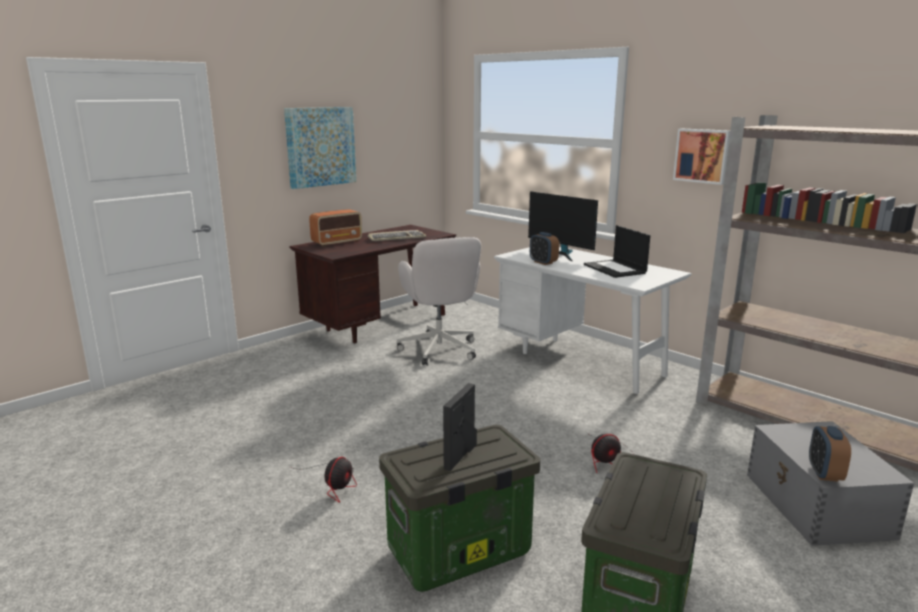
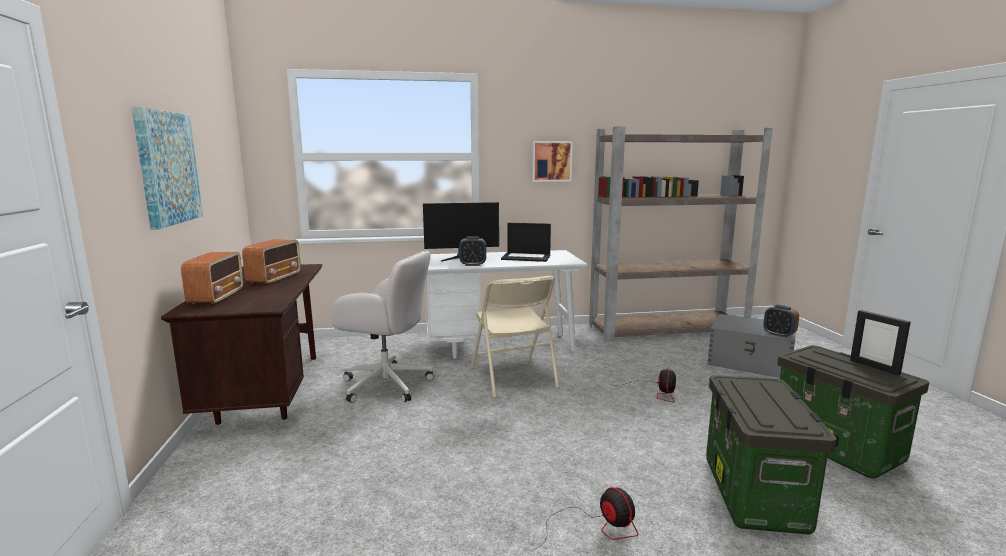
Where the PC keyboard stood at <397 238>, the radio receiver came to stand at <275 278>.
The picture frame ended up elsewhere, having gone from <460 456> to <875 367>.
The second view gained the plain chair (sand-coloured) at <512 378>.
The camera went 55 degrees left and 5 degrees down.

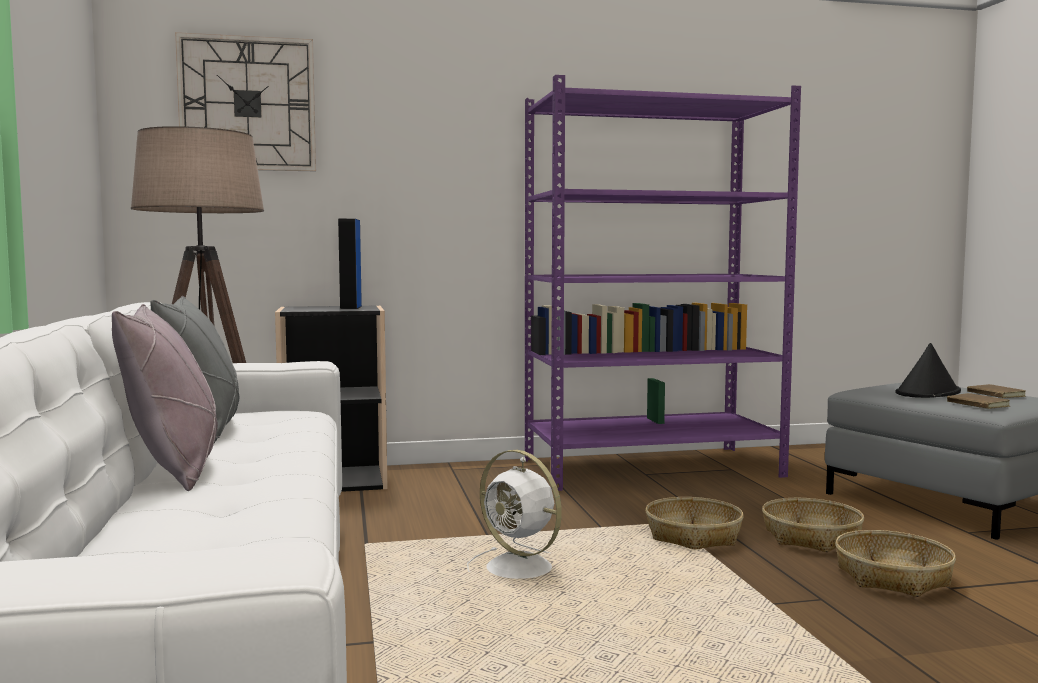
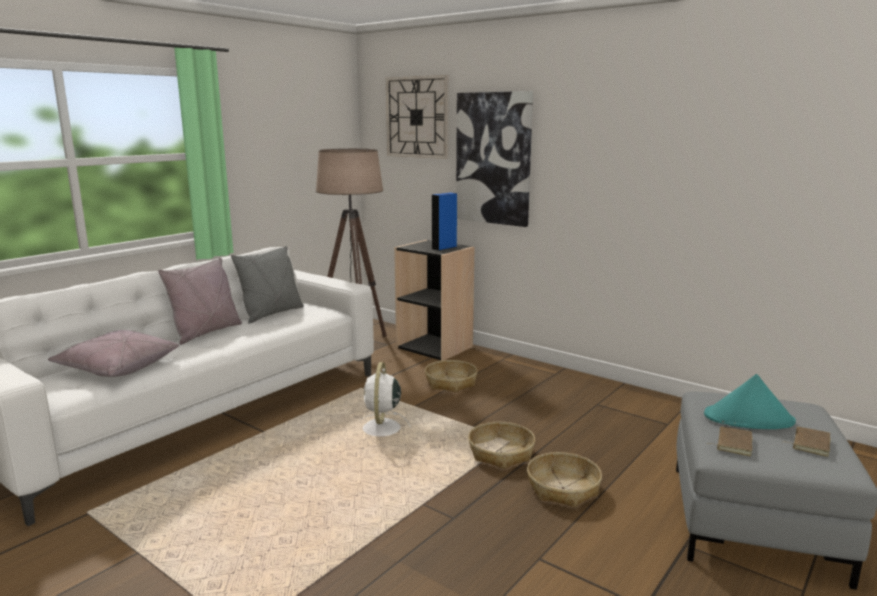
The second view lost the bookcase (purplish) at <651 468>.
The basket ended up elsewhere, having gone from <892 577> to <451 382>.
What was the hat (black) at <928 393> turned into the hat (turquoise-coloured) at <749 419>.
The second view gained the throw pillow (purplish) at <117 368>.
The second view gained the wall picture at <493 158>.
The camera went 50 degrees right and 10 degrees up.

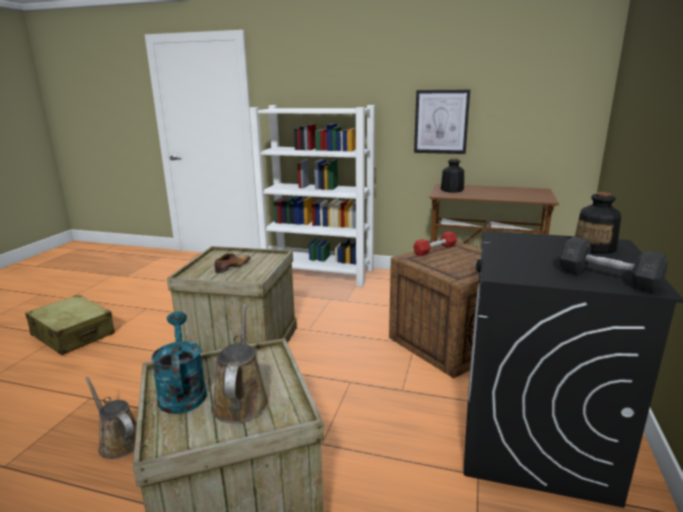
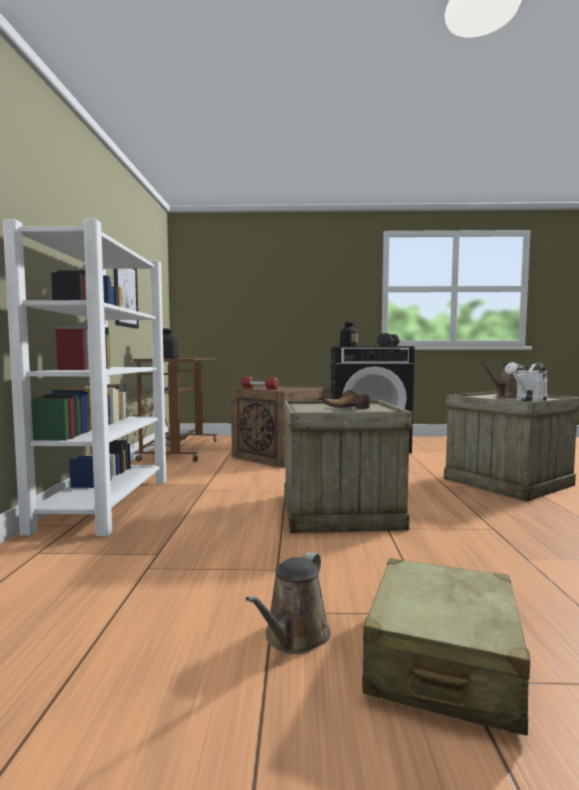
The sprinkling can (brown-coloured) ended up elsewhere, having gone from <118 442> to <294 637>.
What was the sprinkling can (turquoise-coloured) at <182 391> turned into the sprinkling can (white-coloured) at <528 400>.
The camera went 105 degrees left and 15 degrees down.

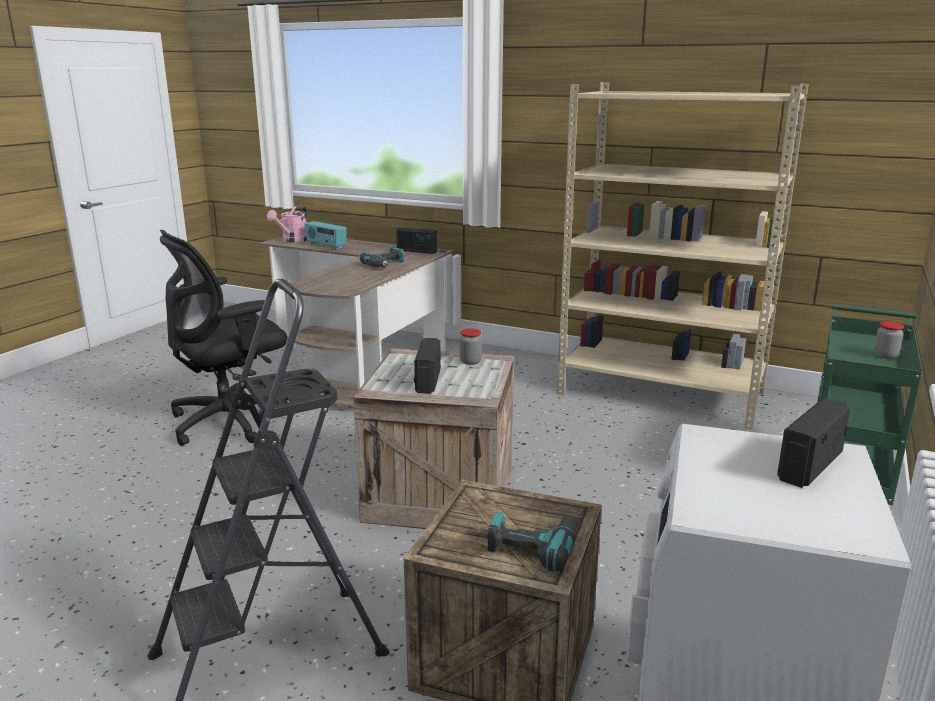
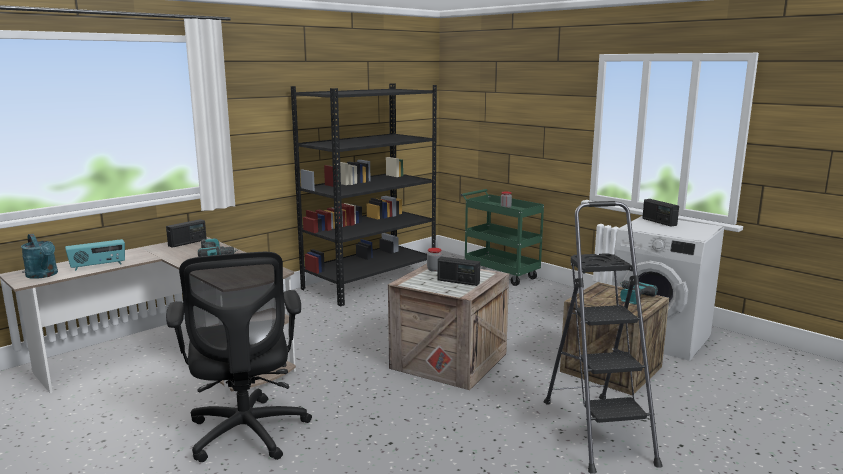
What was the sprinkling can (pink-coloured) at <292 240> turned into the sprinkling can (turquoise-coloured) at <44 275>.
What was the bookcase (sand-coloured) at <661 392> turned into the bookcase (black) at <370 282>.
The camera went 70 degrees left and 5 degrees down.

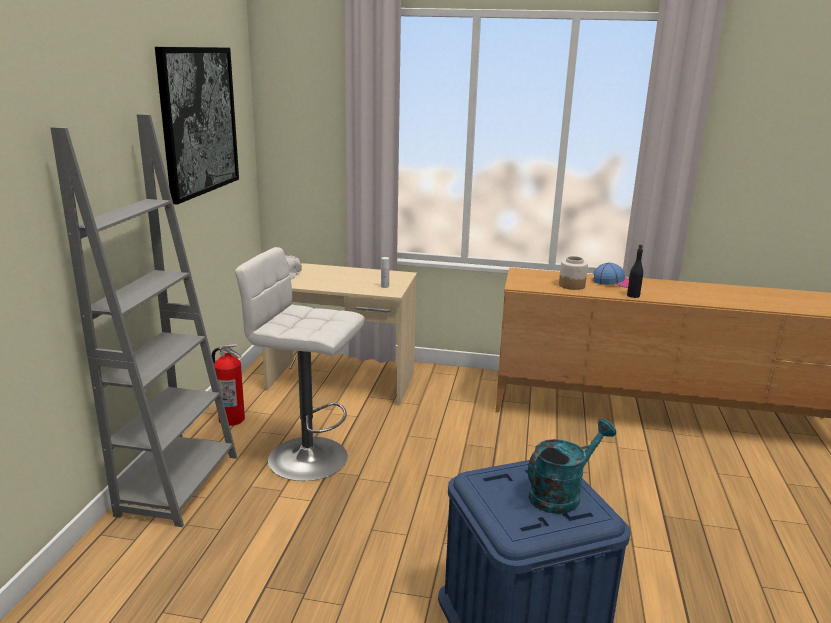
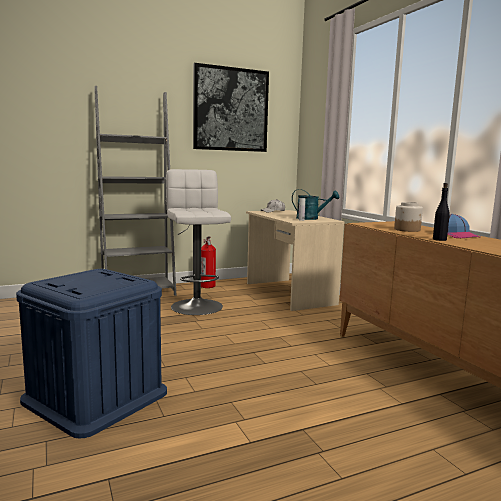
The sprinkling can (turquoise-coloured) ended up elsewhere, having gone from <561 494> to <311 218>.
The camera went 55 degrees right and 10 degrees down.

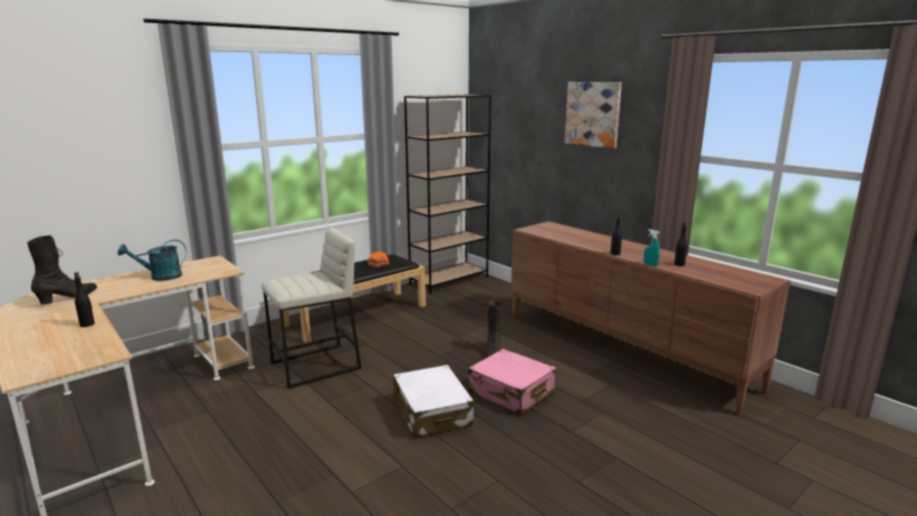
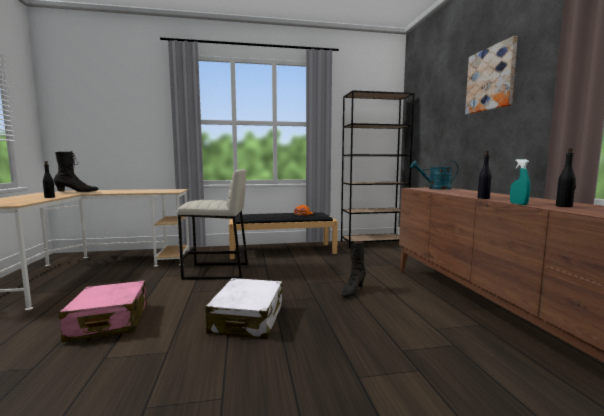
The sprinkling can (turquoise-coloured) ended up elsewhere, having gone from <160 277> to <435 188>.
The piece of luggage (pink-coloured) ended up elsewhere, having gone from <511 393> to <109 322>.
The camera went 30 degrees right and 10 degrees down.

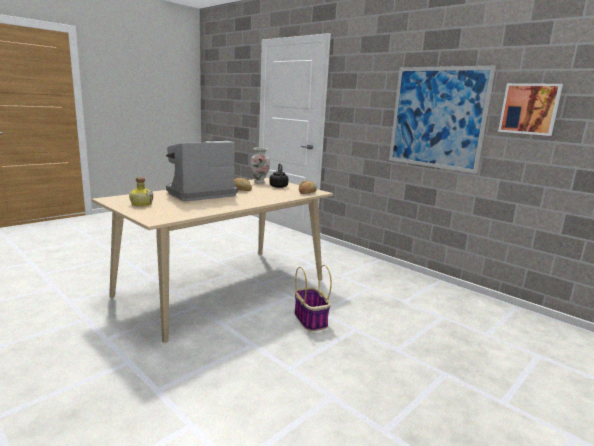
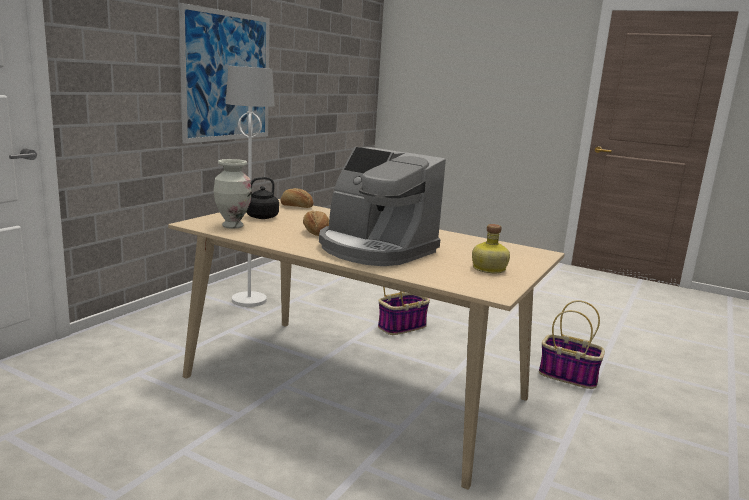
The second view lost the wall picture at <529 109>.
The second view gained the standing lamp (white-coloured) at <249 300>.
The second view gained the basket at <569 376>.
The camera went 105 degrees left and 0 degrees up.

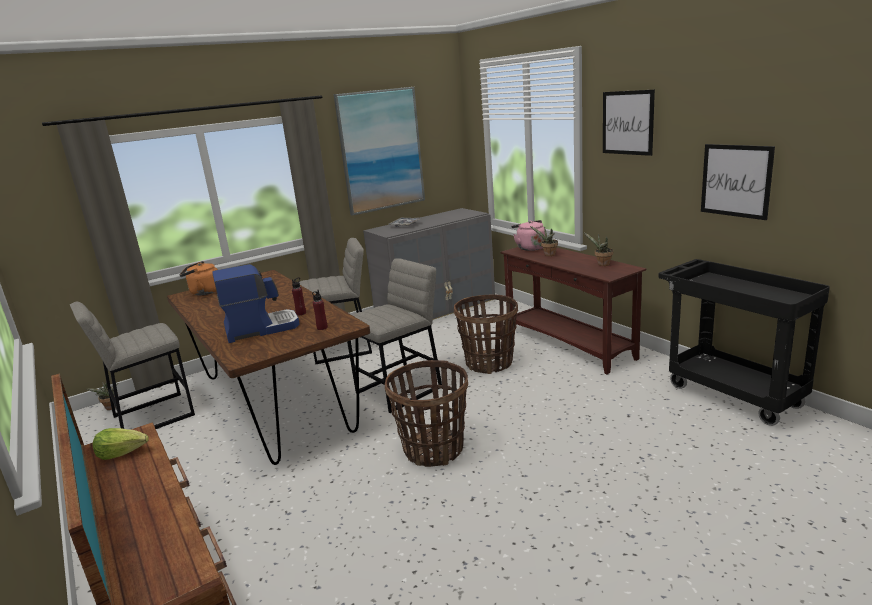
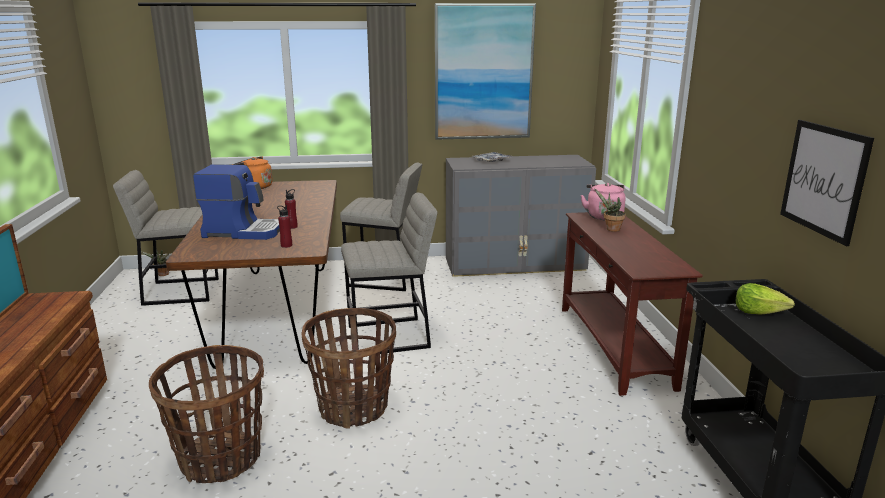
The lettuce ended up elsewhere, having gone from <122 453> to <758 312>.
The basket ended up elsewhere, having gone from <489 363> to <220 459>.
The second view lost the potted plant at <602 264>.
The second view lost the wall picture at <627 122>.
The camera went 25 degrees right and 0 degrees up.

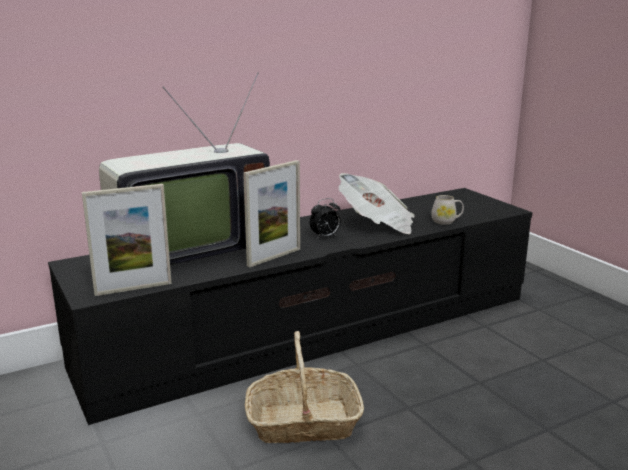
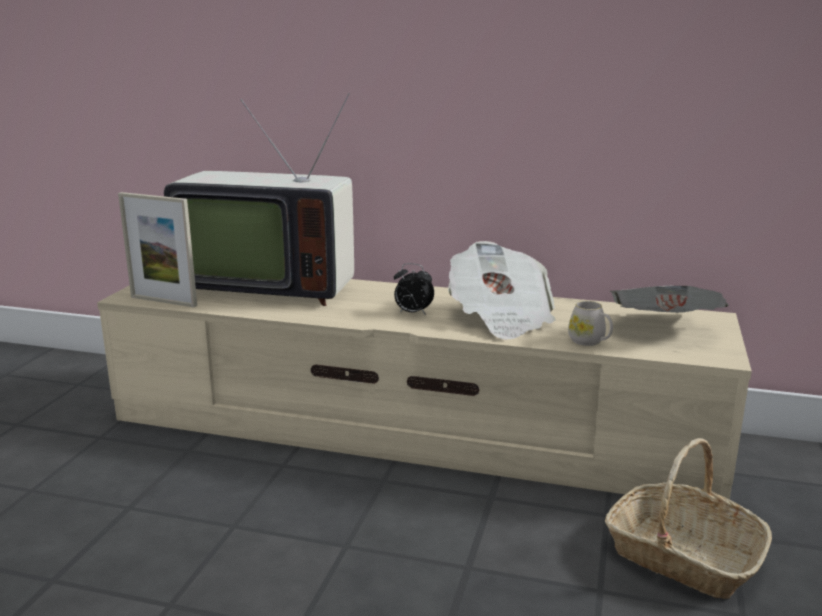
What was the media console (black) at <314 328> turned into the media console (sand-coloured) at <413 427>.
The second view lost the picture frame at <274 257>.
The basket ended up elsewhere, having gone from <303 422> to <682 556>.
The second view gained the printed paper at <664 330>.
The camera went 45 degrees right and 0 degrees up.

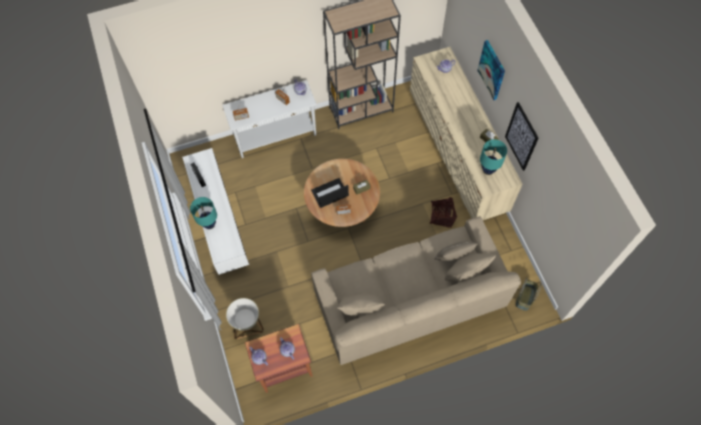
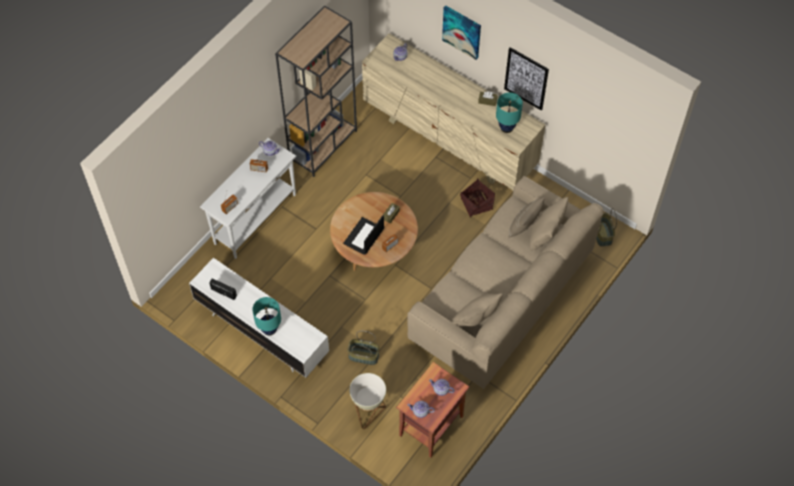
The second view gained the basket at <363 356>.
The camera went 35 degrees left and 5 degrees down.

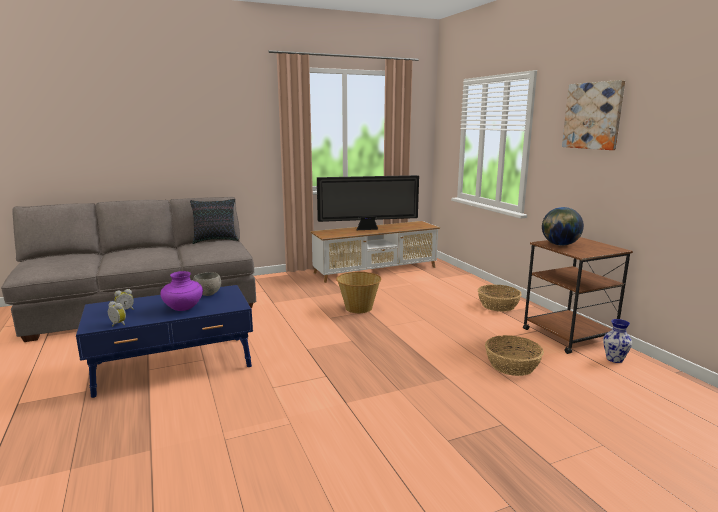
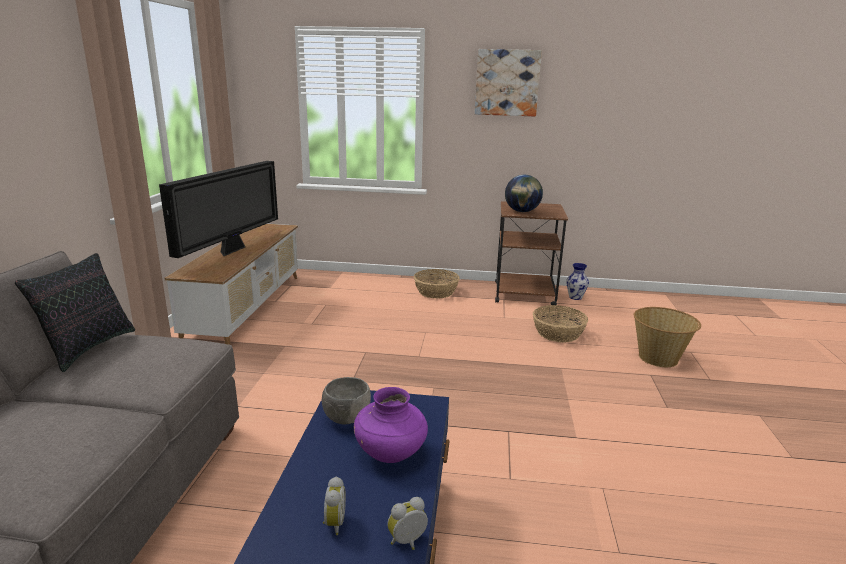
The basket ended up elsewhere, having gone from <358 308> to <659 358>.
The camera went 60 degrees left and 5 degrees up.

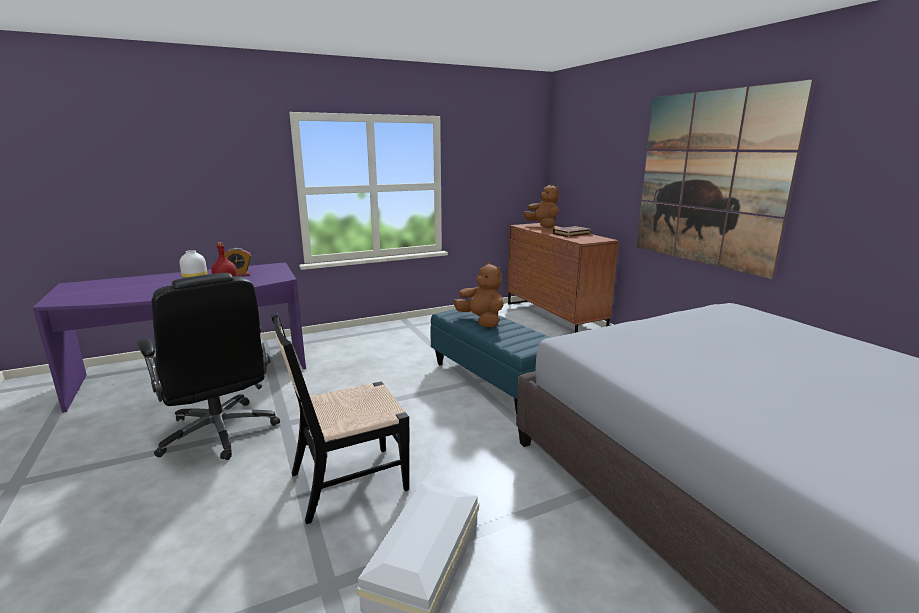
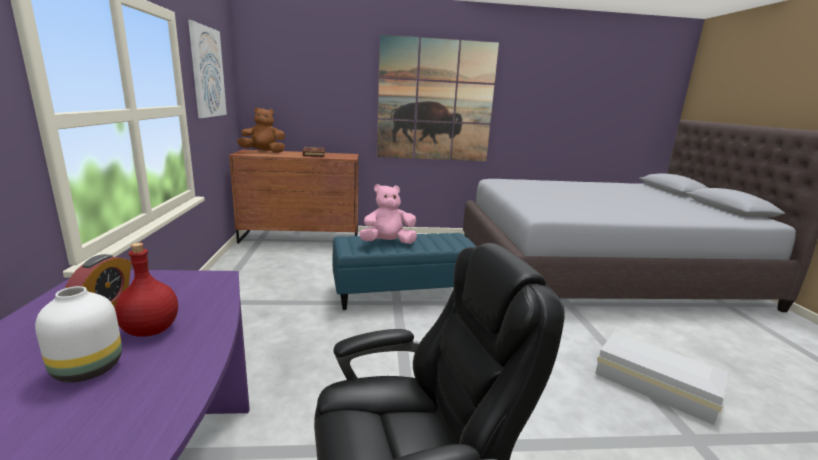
The second view lost the plain chair at <348 482>.
What was the cuddly toy (brown-coloured) at <481 321> turned into the cuddly toy (pink-coloured) at <388 243>.
The second view gained the wall picture at <208 72>.
The camera went 70 degrees left and 0 degrees up.

